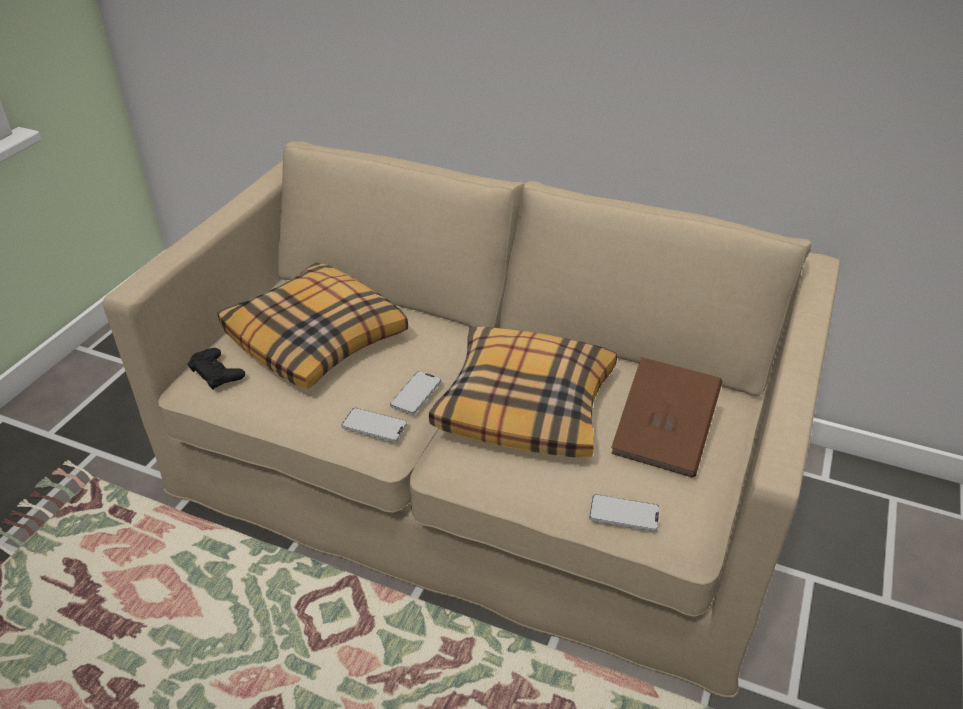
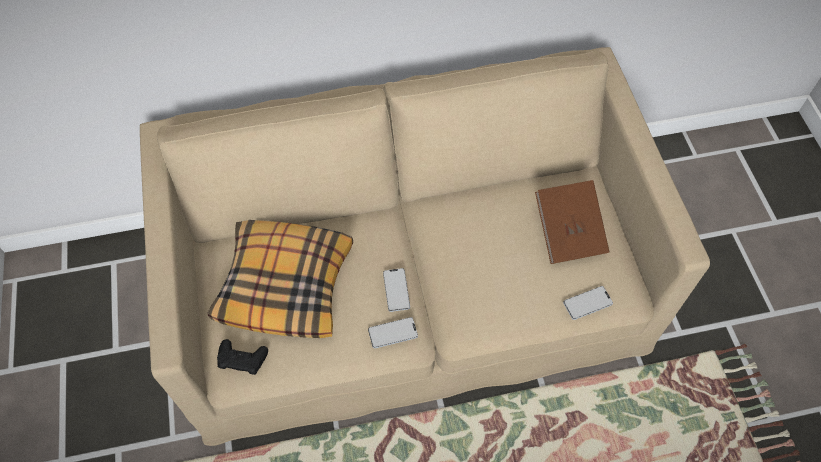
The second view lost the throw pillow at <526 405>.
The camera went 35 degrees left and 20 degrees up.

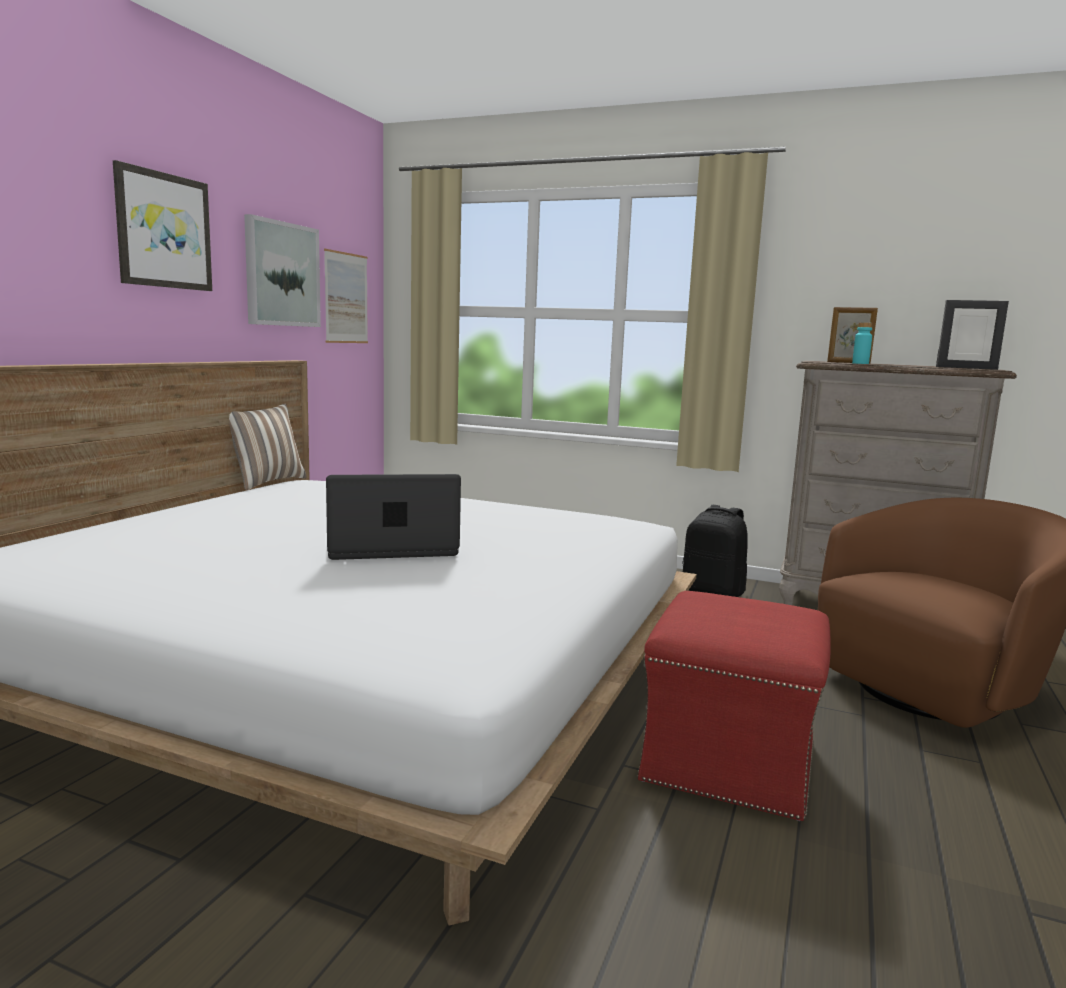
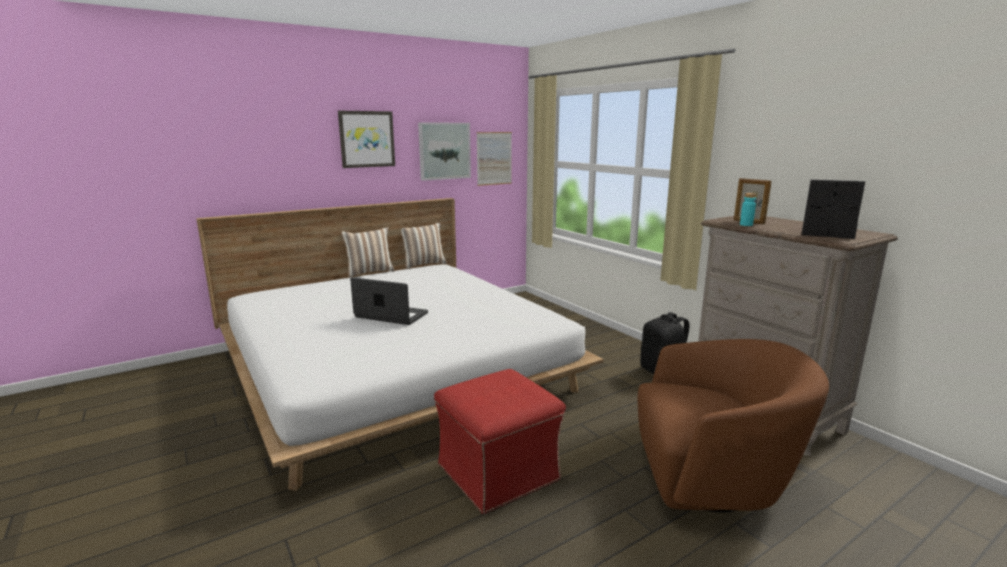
The picture frame at <966 368> ended up facing another way, 150 degrees clockwise from before.
The second view gained the throw pillow at <369 272>.
The camera went 35 degrees right and 5 degrees up.

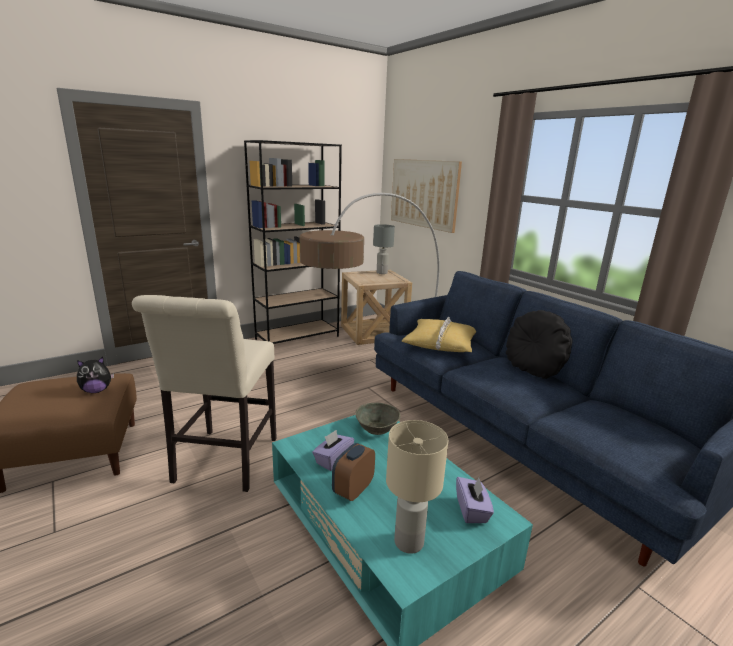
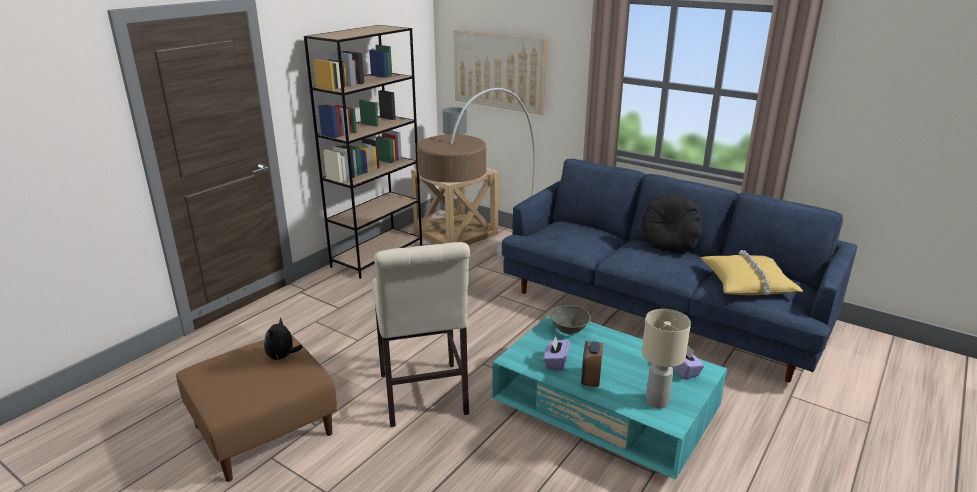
The cuddly toy at <97 390> ended up facing another way, 150 degrees clockwise from before.
The throw pillow (yellowish) ended up elsewhere, having gone from <441 343> to <748 283>.
The camera went 20 degrees left and 5 degrees up.

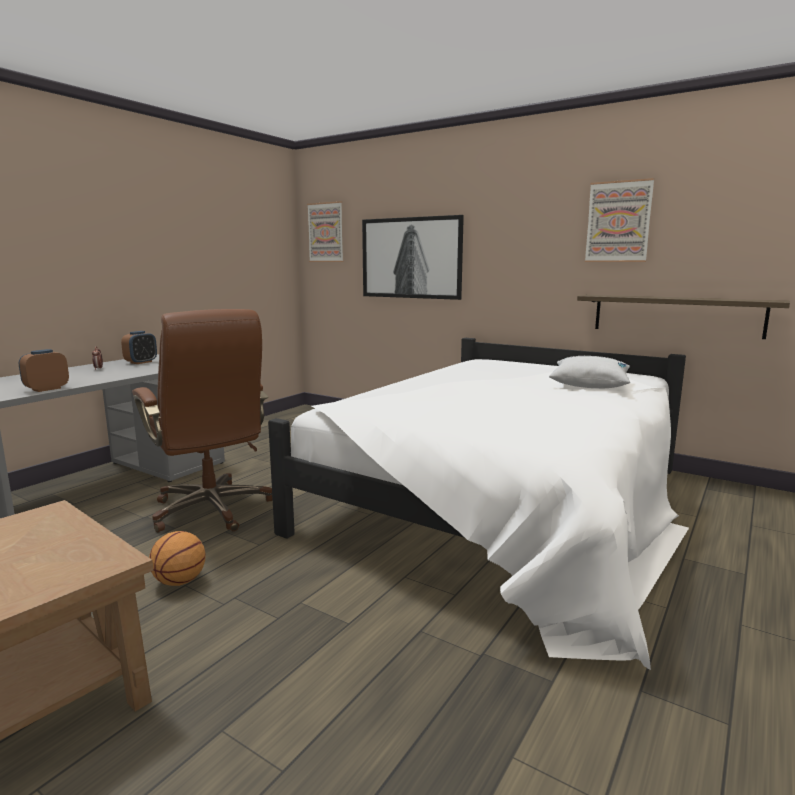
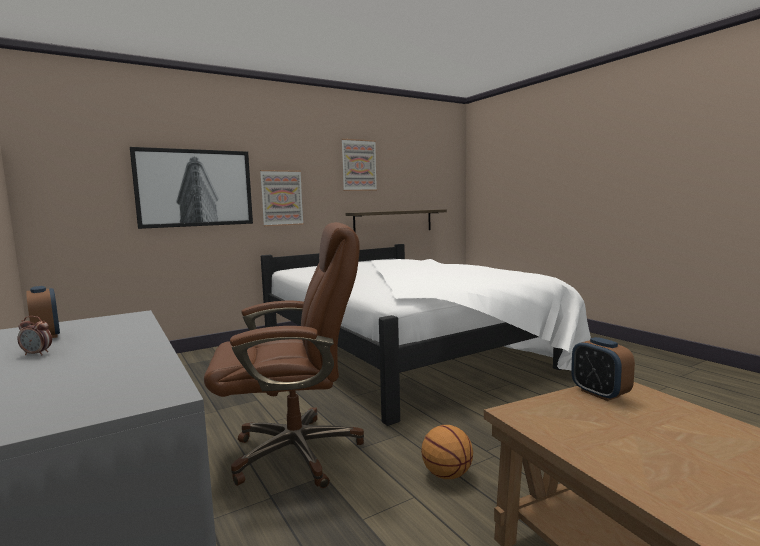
The bedside clock ended up elsewhere, having gone from <46 389> to <600 393>.
The wall picture ended up elsewhere, having gone from <326 232> to <281 198>.
The second view lost the throw pillow (grey) at <589 385>.
The camera went 65 degrees left and 5 degrees down.

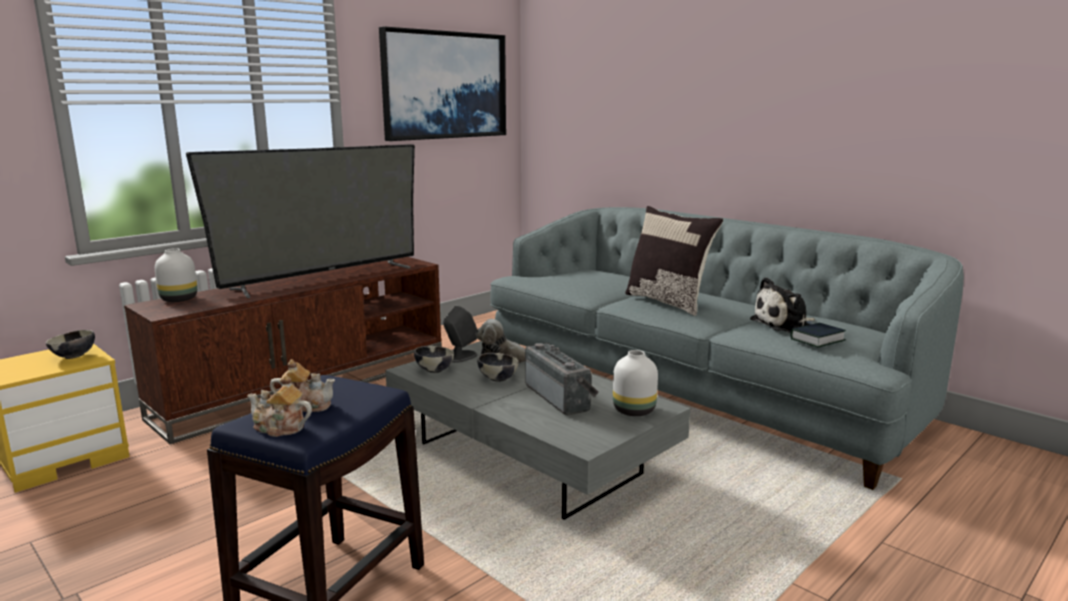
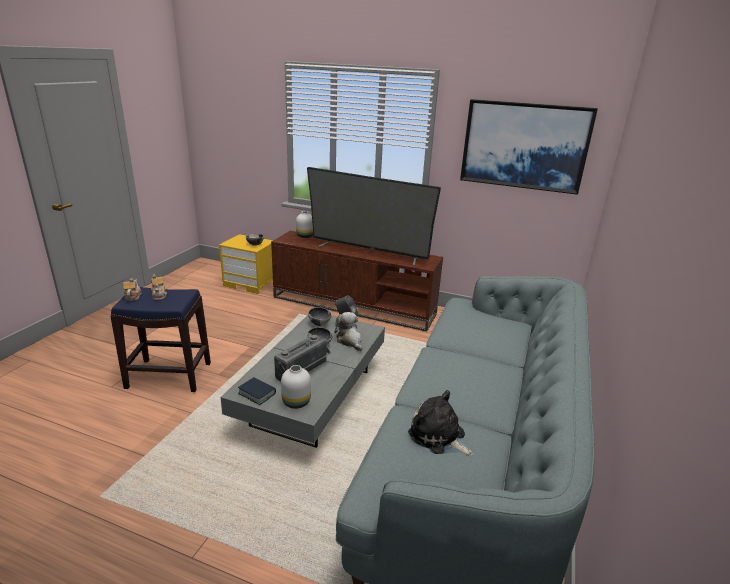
The second view lost the throw pillow at <668 302>.
The book ended up elsewhere, having gone from <817 340> to <257 393>.
The camera went 65 degrees right and 10 degrees up.

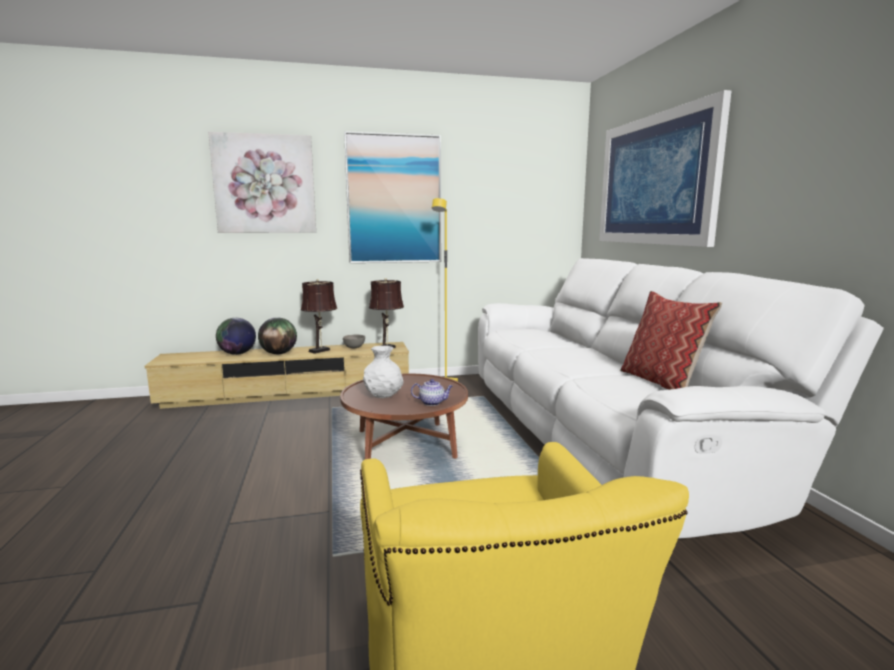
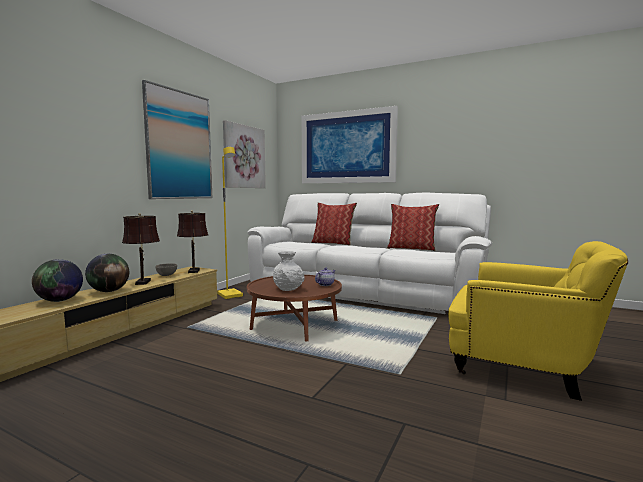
The wall picture ended up elsewhere, having gone from <265 184> to <244 157>.
The second view gained the throw pillow at <333 243>.
The camera went 50 degrees left and 5 degrees down.

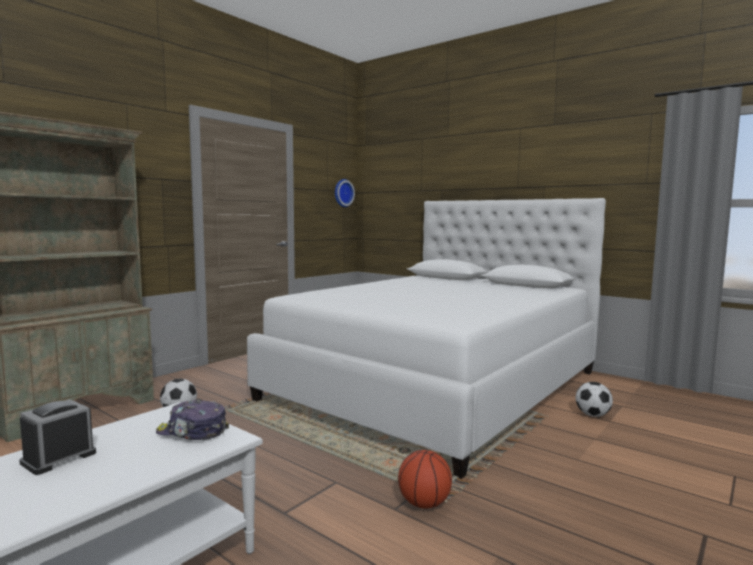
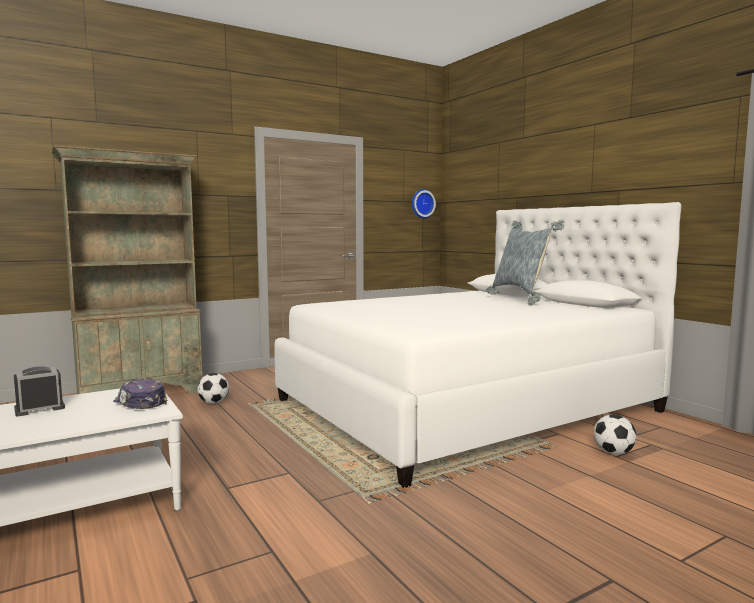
The second view lost the basketball at <424 504>.
The second view gained the throw pillow at <522 301>.
The camera went 20 degrees right and 0 degrees up.

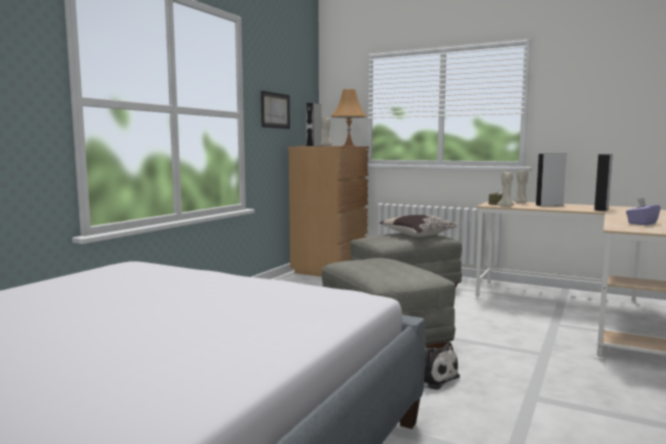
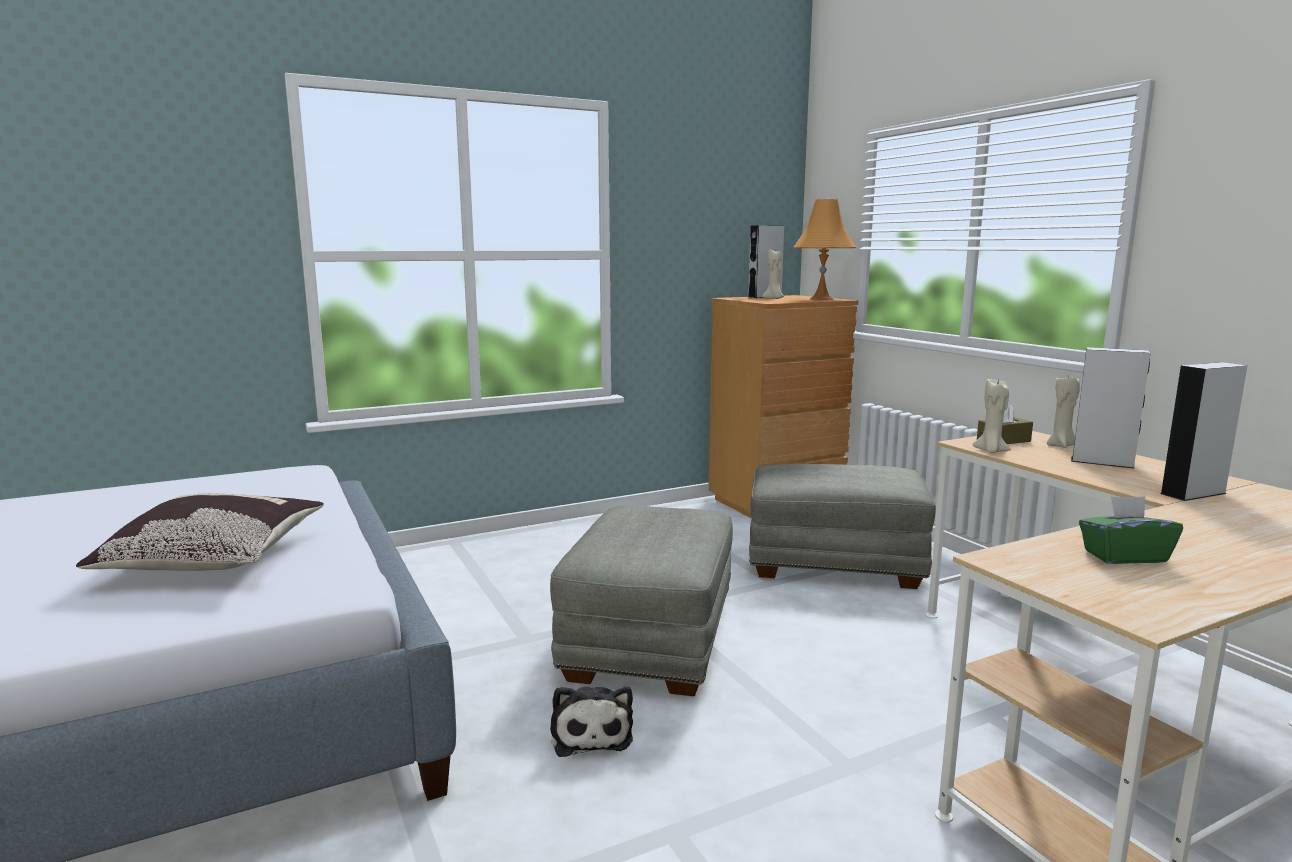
The second view lost the wall picture at <275 110>.
The throw pillow ended up elsewhere, having gone from <418 235> to <216 558>.
What was the box of tissues (purplish) at <641 223> turned into the box of tissues (green) at <1124 556>.
The camera went 35 degrees right and 5 degrees up.

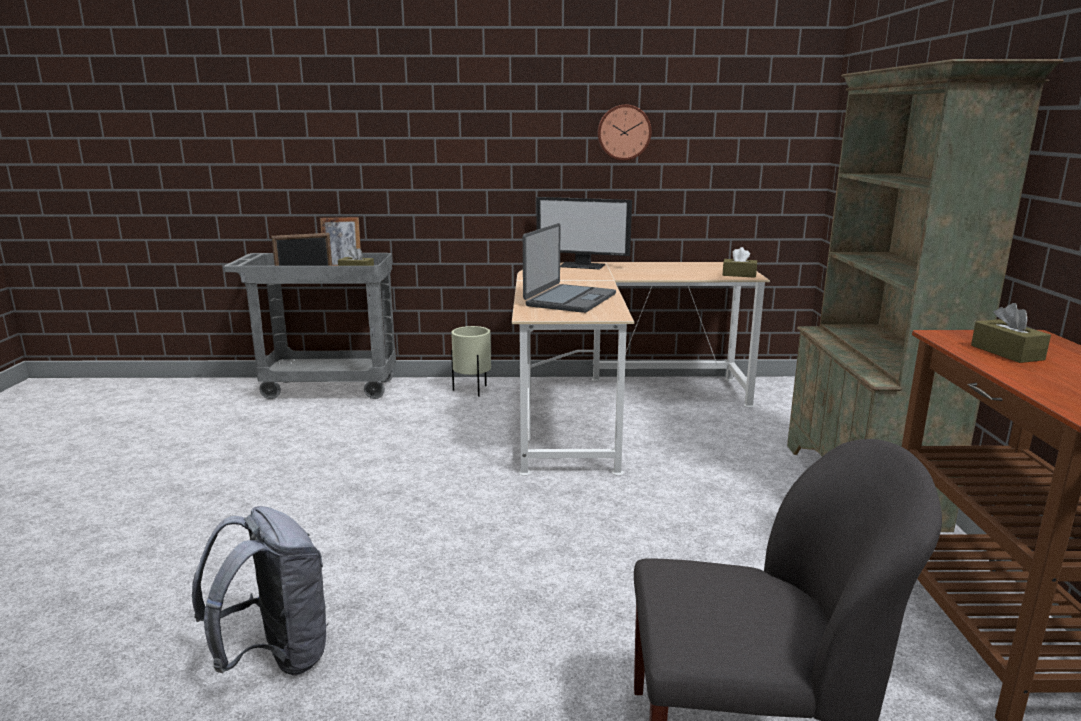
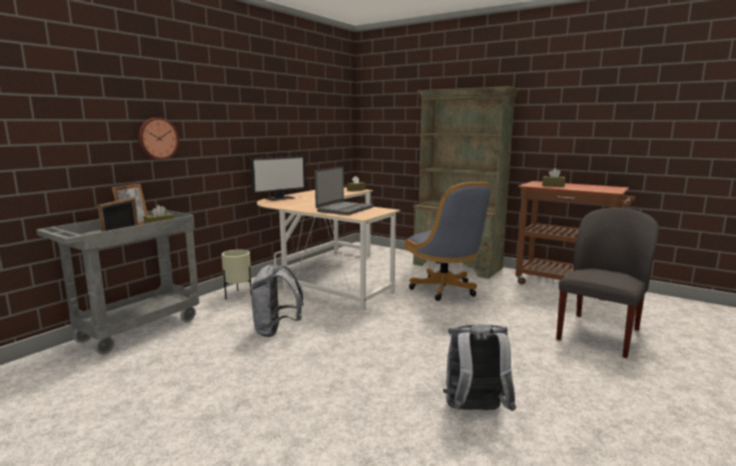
The laptop at <569 300> ended up facing another way, 60 degrees clockwise from before.
The clock on the wall ended up elsewhere, having gone from <624 132> to <157 138>.
The second view gained the backpack (grey) at <276 330>.
The second view gained the computer chair (bluish) at <446 291>.
The camera went 55 degrees left and 5 degrees down.

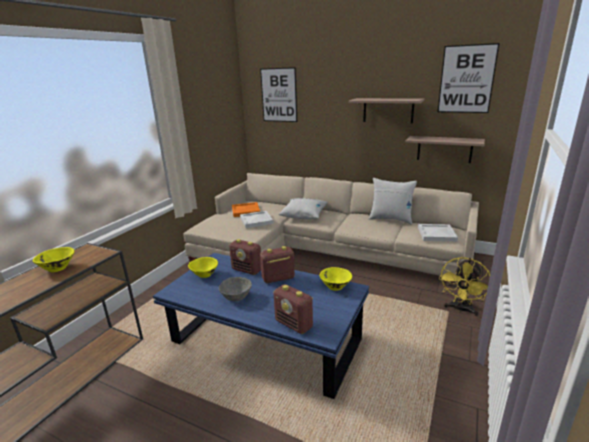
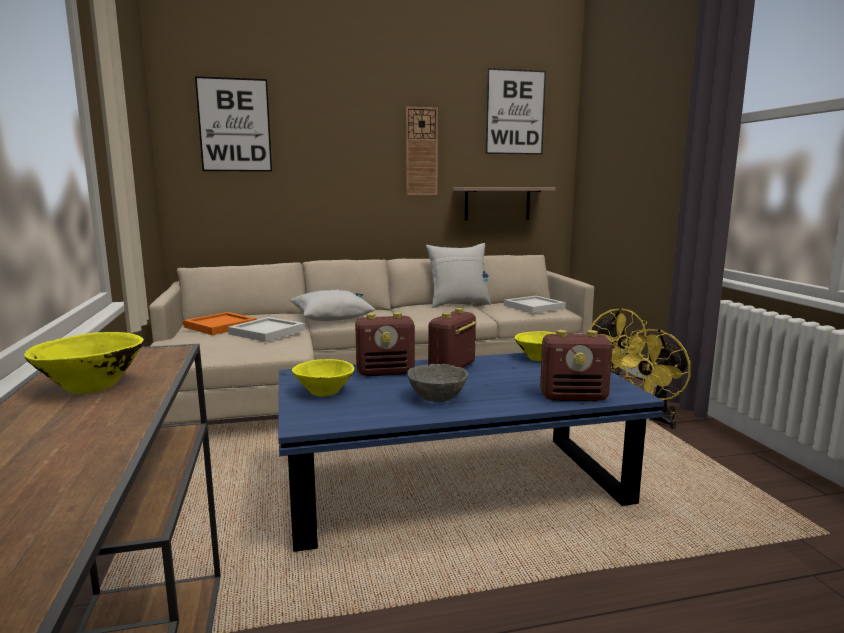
Where the wall shelf hung at <388 110>, the clock on the wall came to hang at <421 152>.
The second view gained the electric fan (yellowish) at <653 420>.
The camera went 40 degrees left and 10 degrees down.

